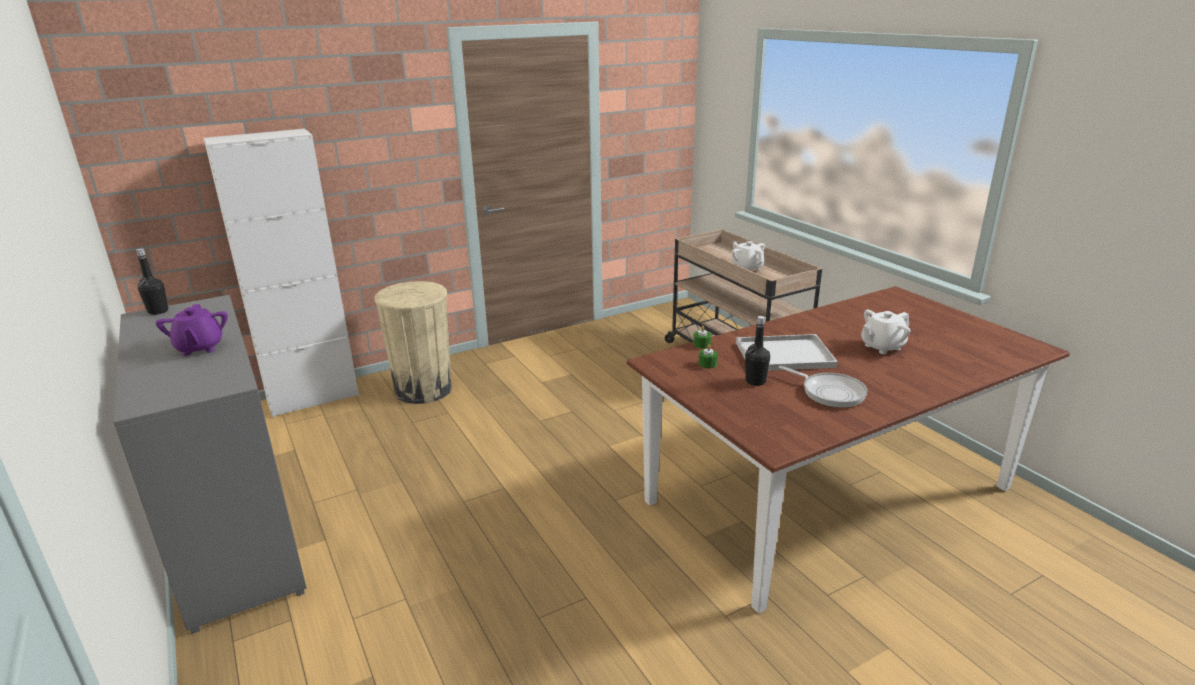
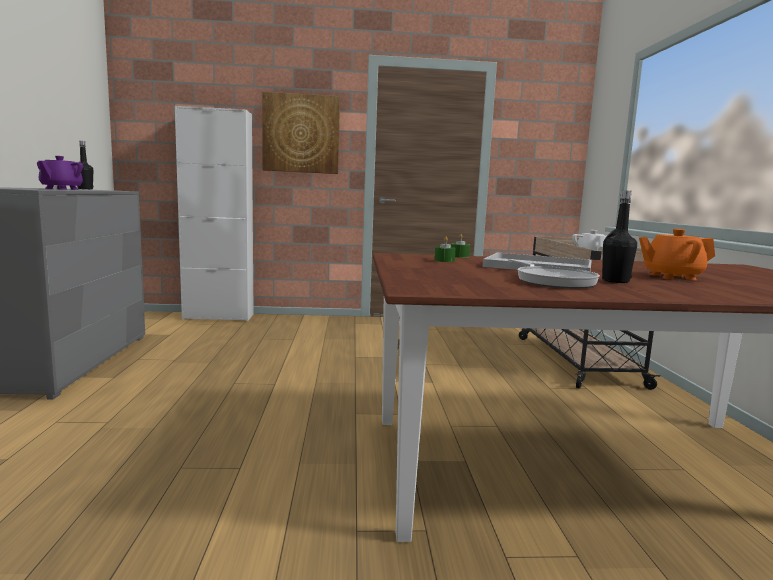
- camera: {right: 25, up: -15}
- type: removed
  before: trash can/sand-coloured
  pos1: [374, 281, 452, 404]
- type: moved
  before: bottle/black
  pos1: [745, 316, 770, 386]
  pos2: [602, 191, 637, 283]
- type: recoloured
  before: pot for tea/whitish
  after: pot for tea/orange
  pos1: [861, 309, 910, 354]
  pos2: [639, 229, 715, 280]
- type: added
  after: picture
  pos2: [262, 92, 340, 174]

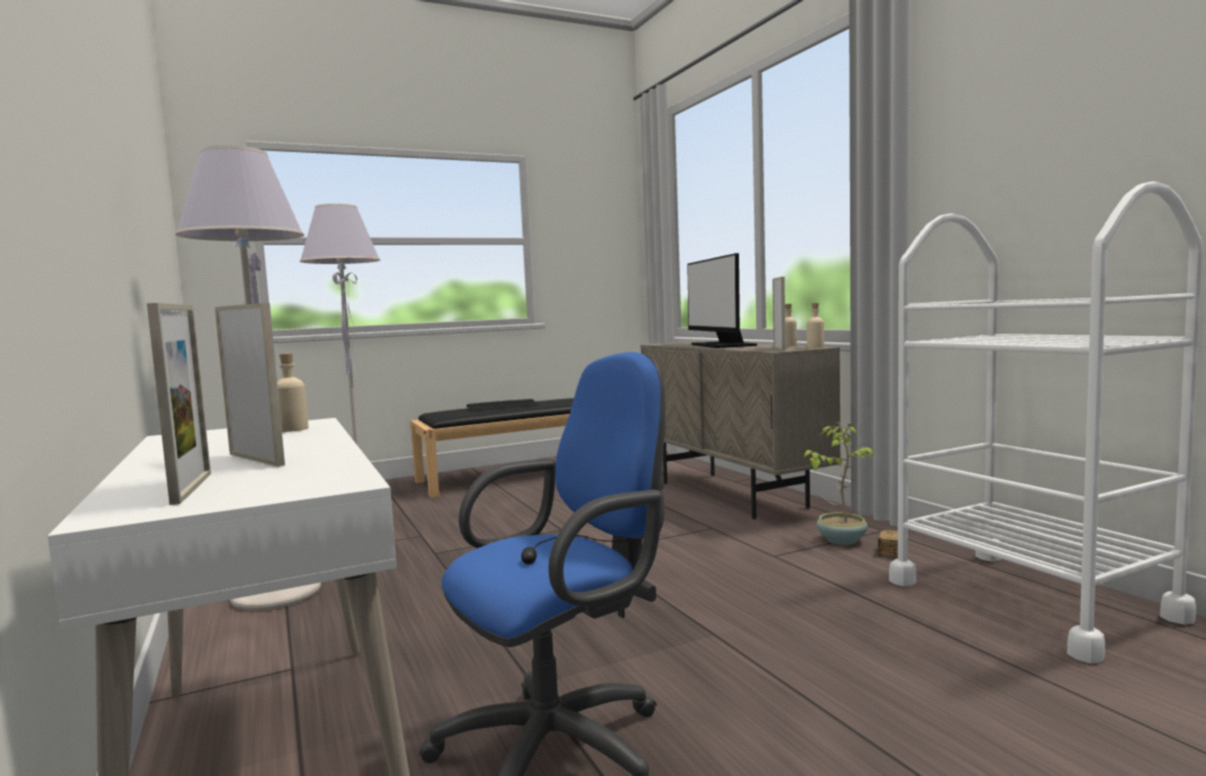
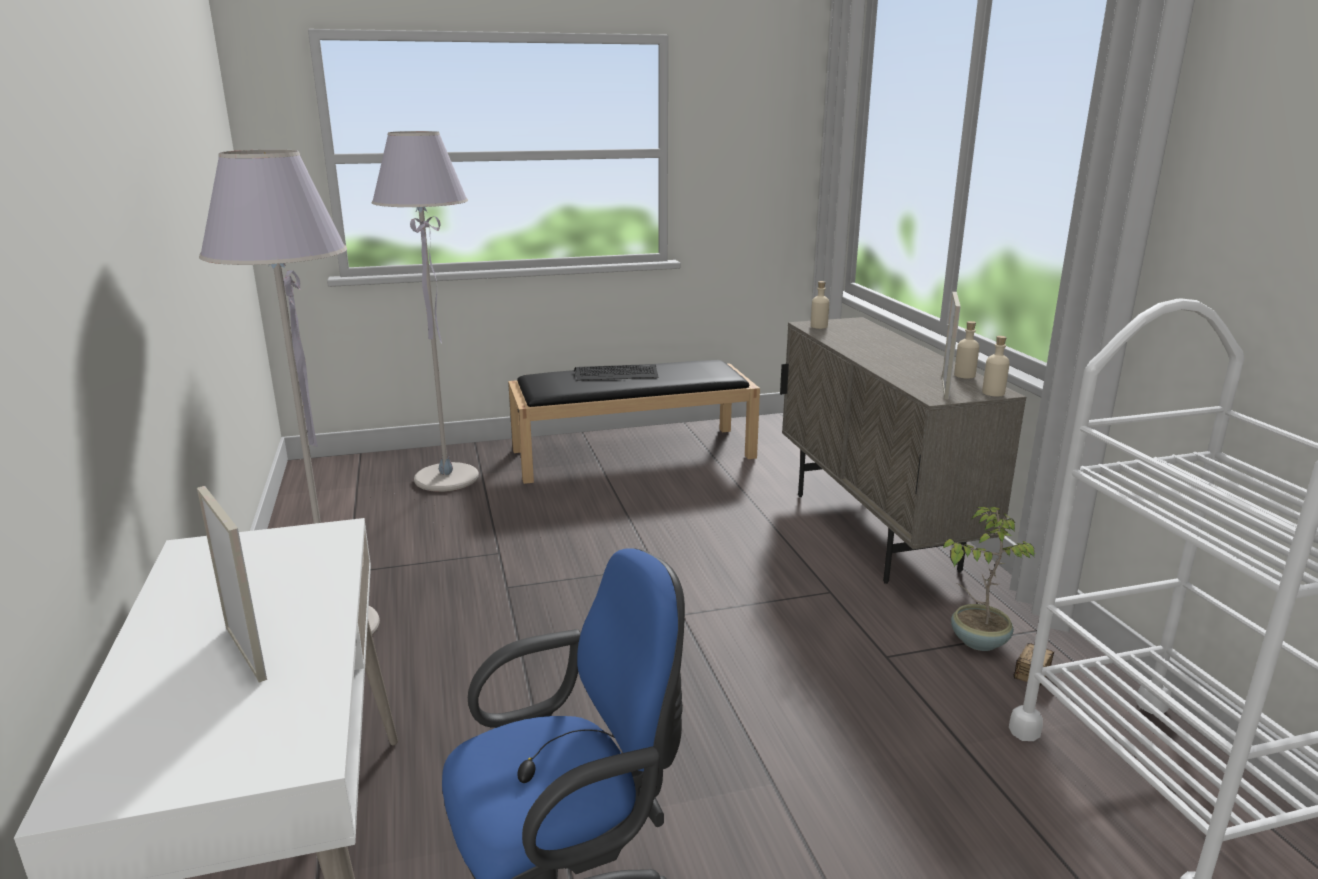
- camera: {right: 10, up: 15}
- type: removed
  before: picture frame
  pos1: [147, 303, 211, 505]
- type: moved
  before: bottle/sand-coloured
  pos1: [277, 353, 309, 432]
  pos2: [811, 281, 829, 329]
- type: removed
  before: computer screen
  pos1: [687, 253, 757, 348]

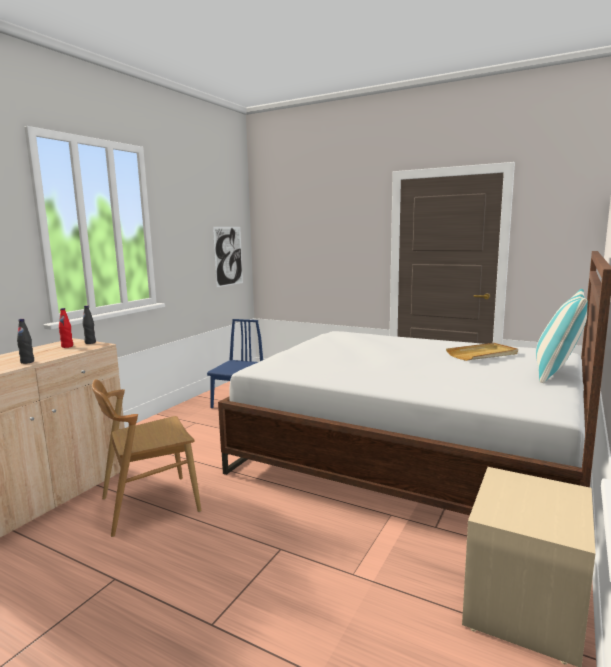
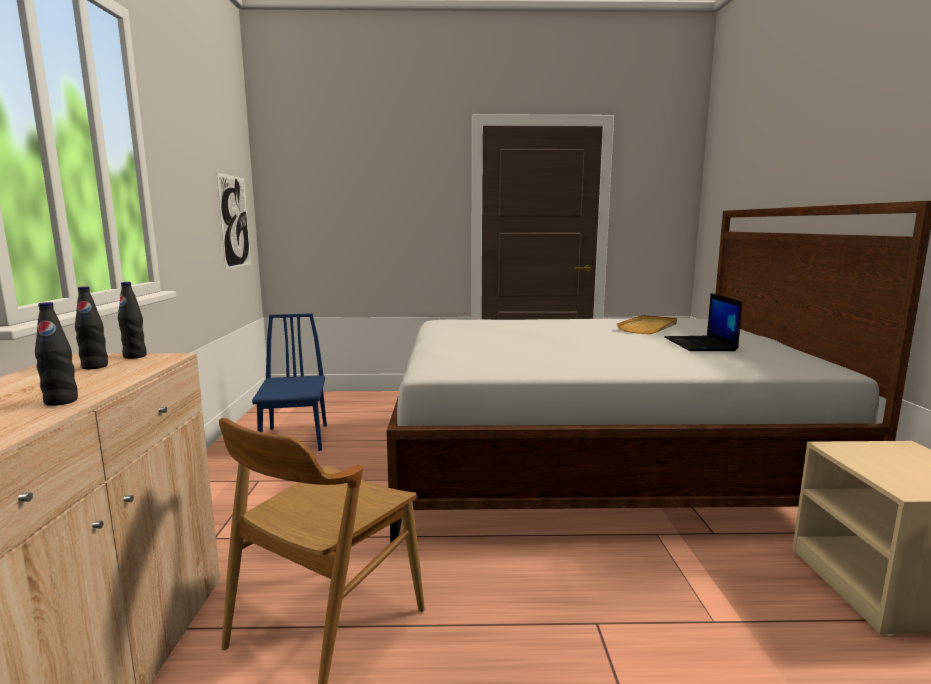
- camera: {right: -30, up: 0}
- type: recoloured
  before: bottle/reddish
  after: bottle/black
  pos1: [59, 308, 73, 348]
  pos2: [75, 286, 108, 369]
- type: removed
  before: cushion
  pos1: [536, 289, 588, 383]
- type: added
  after: notebook computer
  pos2: [664, 293, 742, 351]

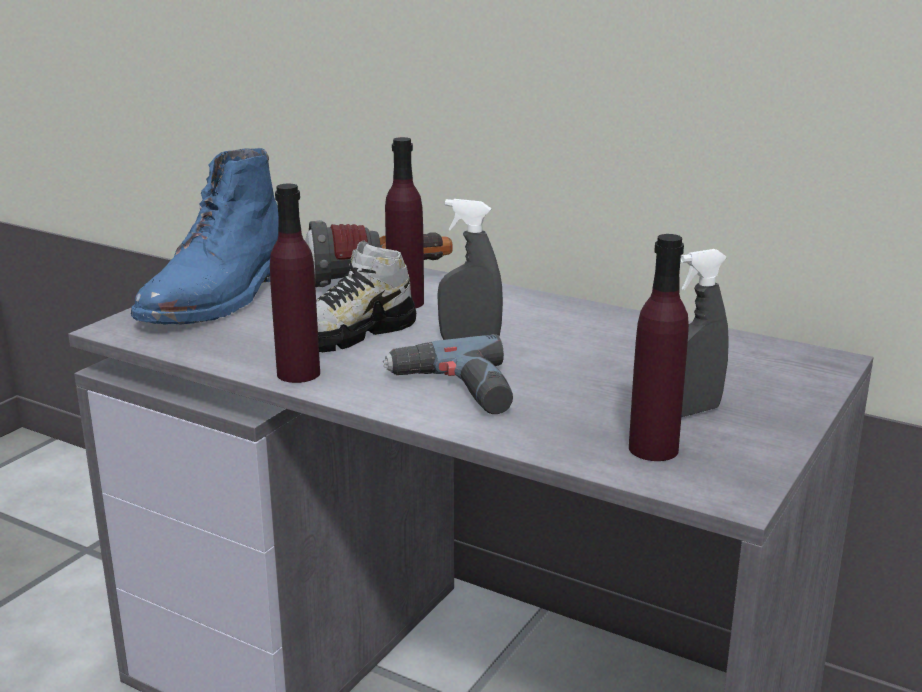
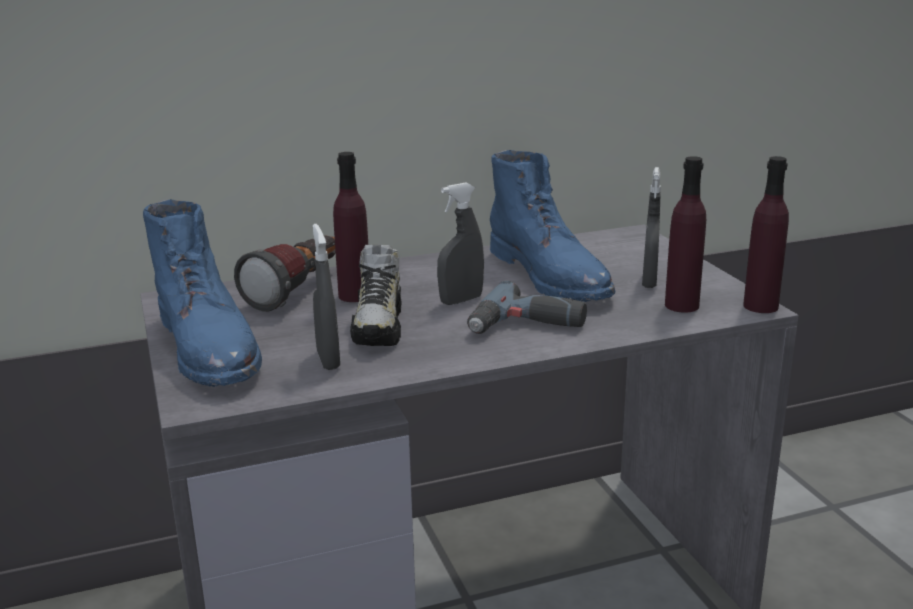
- camera: {right: -50, up: 0}
- type: moved
  before: bottle/purple
  pos1: [270, 184, 320, 383]
  pos2: [743, 156, 789, 313]
- type: added
  after: hand sprayer/gray
  pos2: [312, 224, 340, 370]
- type: added
  after: boot/blue
  pos2: [490, 150, 615, 302]

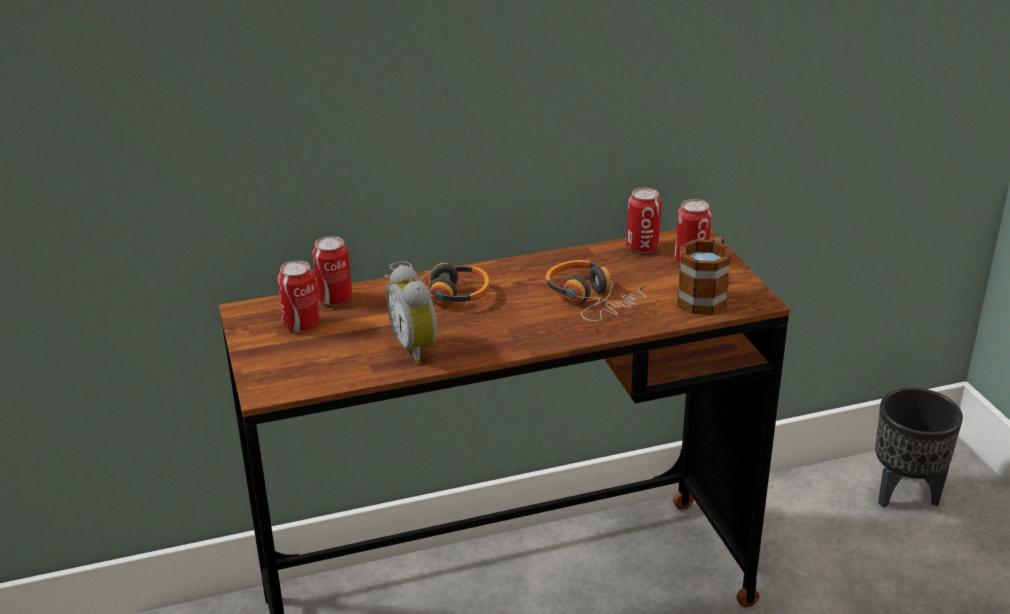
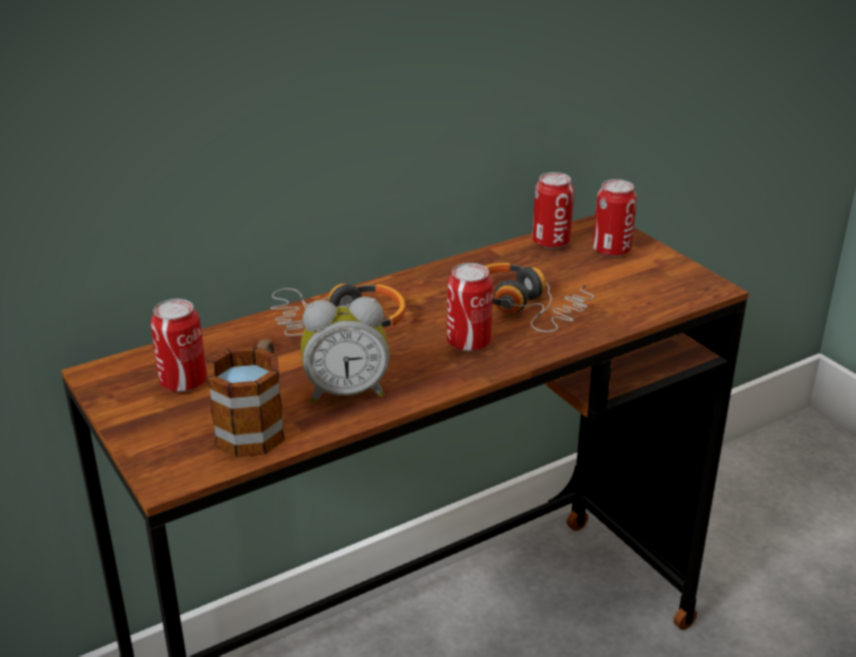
- camera: {right: -15, up: 0}
- type: moved
  before: metal can
  pos1: [312, 236, 352, 306]
  pos2: [447, 263, 493, 352]
- type: turned
  before: table clock
  pos1: [387, 264, 437, 364]
  pos2: [301, 297, 390, 403]
  turn: -60
- type: moved
  before: tea mug
  pos1: [677, 237, 731, 315]
  pos2: [207, 339, 285, 457]
- type: removed
  before: plant pot/black
  pos1: [875, 388, 963, 508]

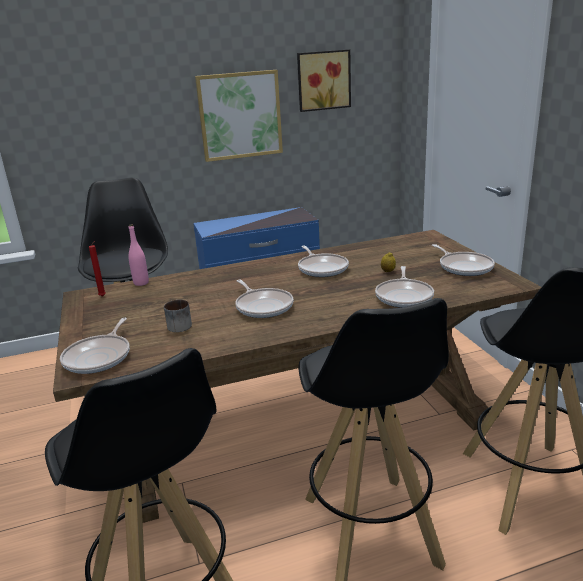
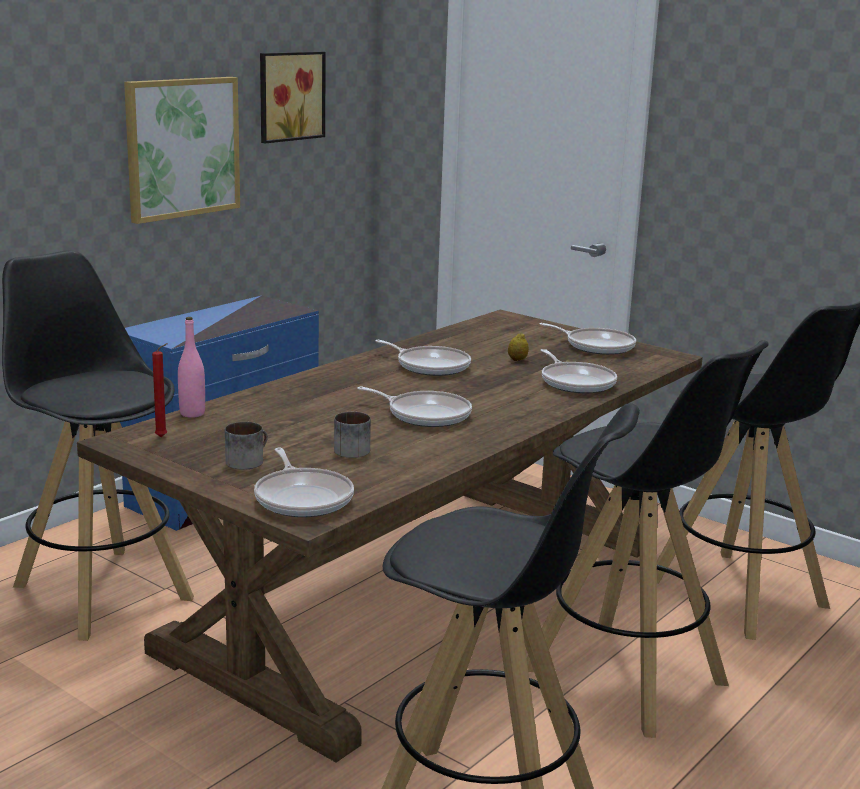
- camera: {right: -35, up: -5}
- type: added
  after: tea mug
  pos2: [225, 422, 268, 470]

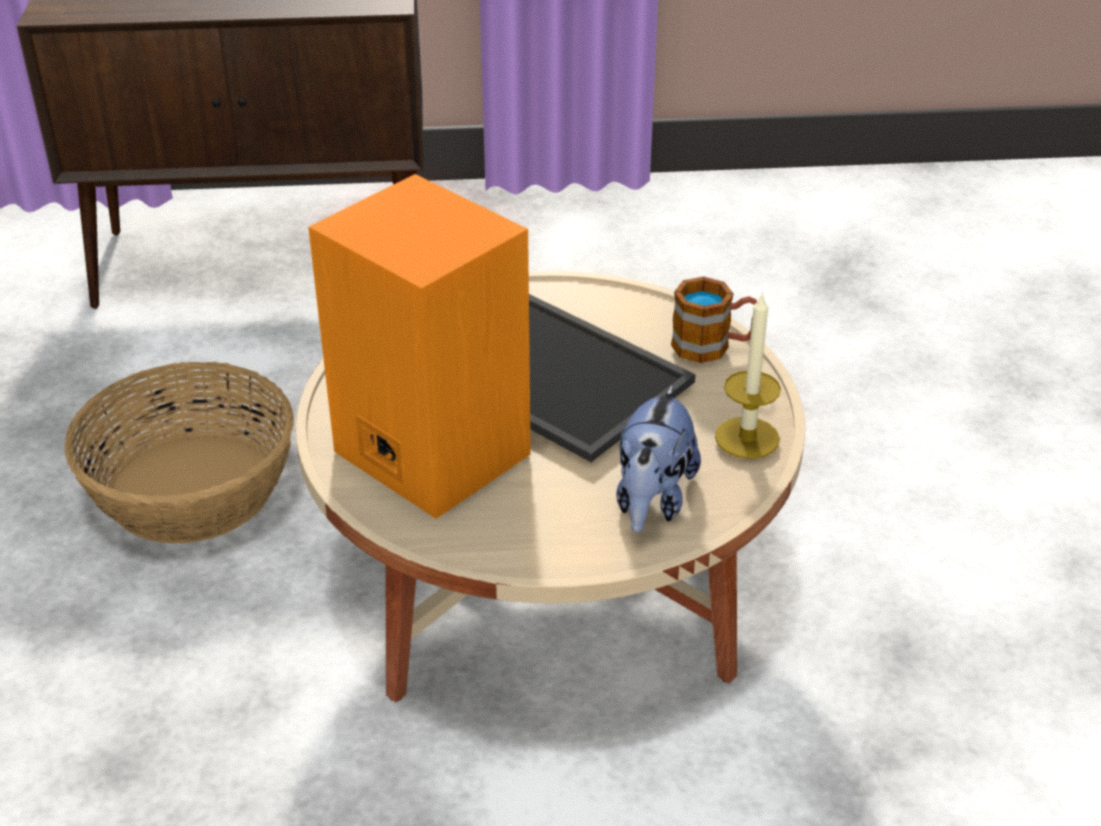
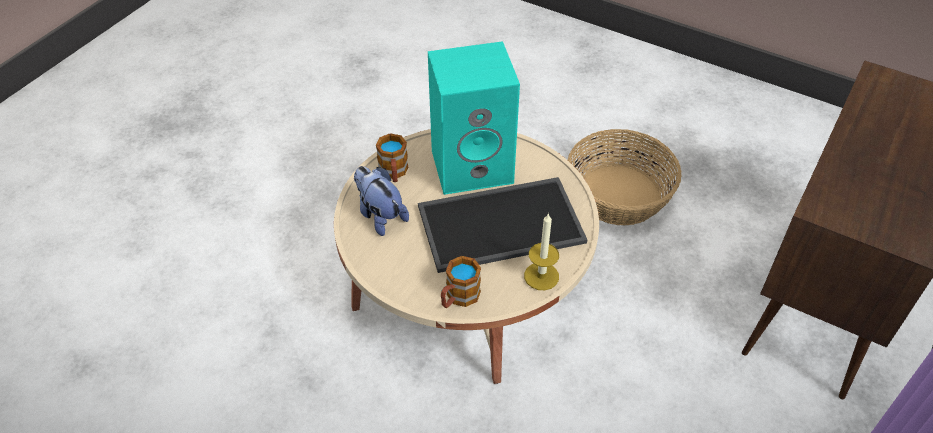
- camera: {right: 125, up: 10}
- type: recoloured
  before: speaker/orange
  after: speaker/turquoise-coloured
  pos1: [308, 174, 531, 519]
  pos2: [428, 41, 520, 195]
- type: moved
  before: candle
  pos1: [715, 292, 781, 459]
  pos2: [524, 213, 559, 290]
- type: added
  after: tea mug
  pos2: [376, 133, 408, 182]

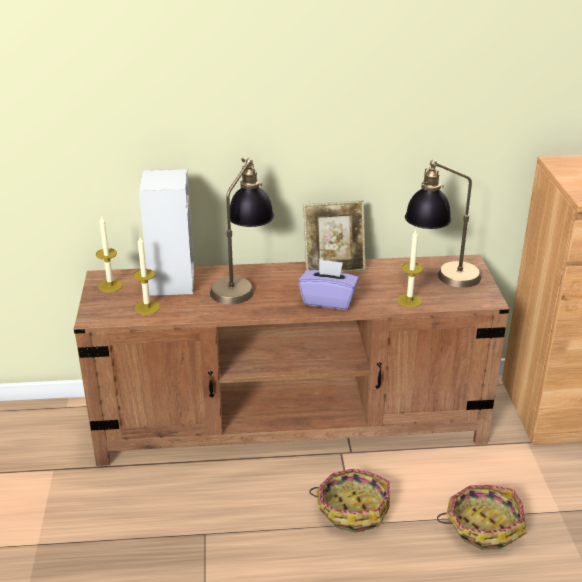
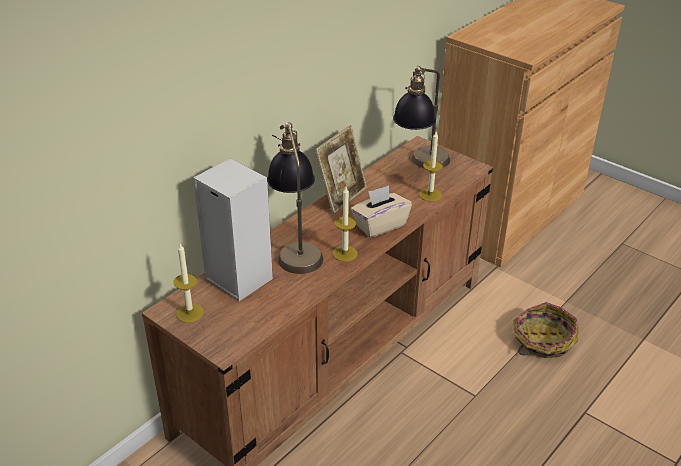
- camera: {right: -45, up: 5}
- type: moved
  before: candle
  pos1: [133, 237, 160, 315]
  pos2: [333, 187, 358, 262]
- type: recoloured
  before: box of tissues/purple
  after: box of tissues/sand-coloured
  pos1: [298, 259, 359, 310]
  pos2: [351, 185, 412, 238]
- type: removed
  before: storage basket
  pos1: [309, 468, 390, 533]

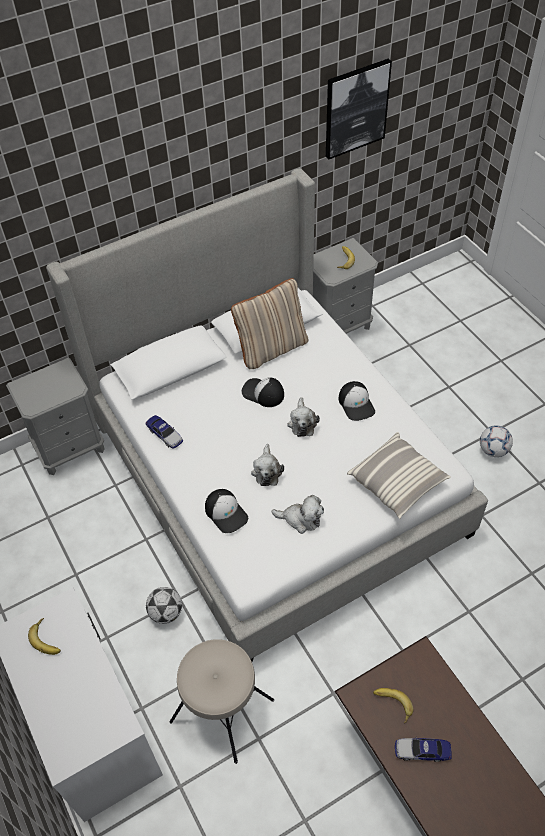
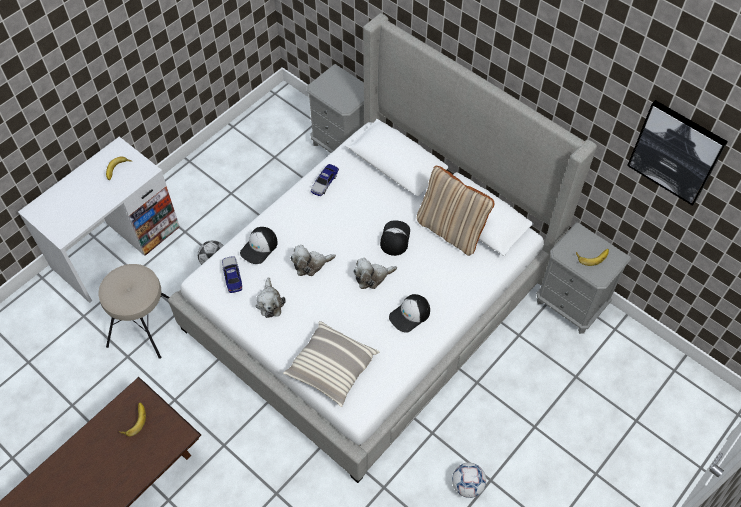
- camera: {right: 70, up: 5}
- type: moved
  before: miniature car
  pos1: [395, 736, 452, 762]
  pos2: [222, 256, 242, 293]

